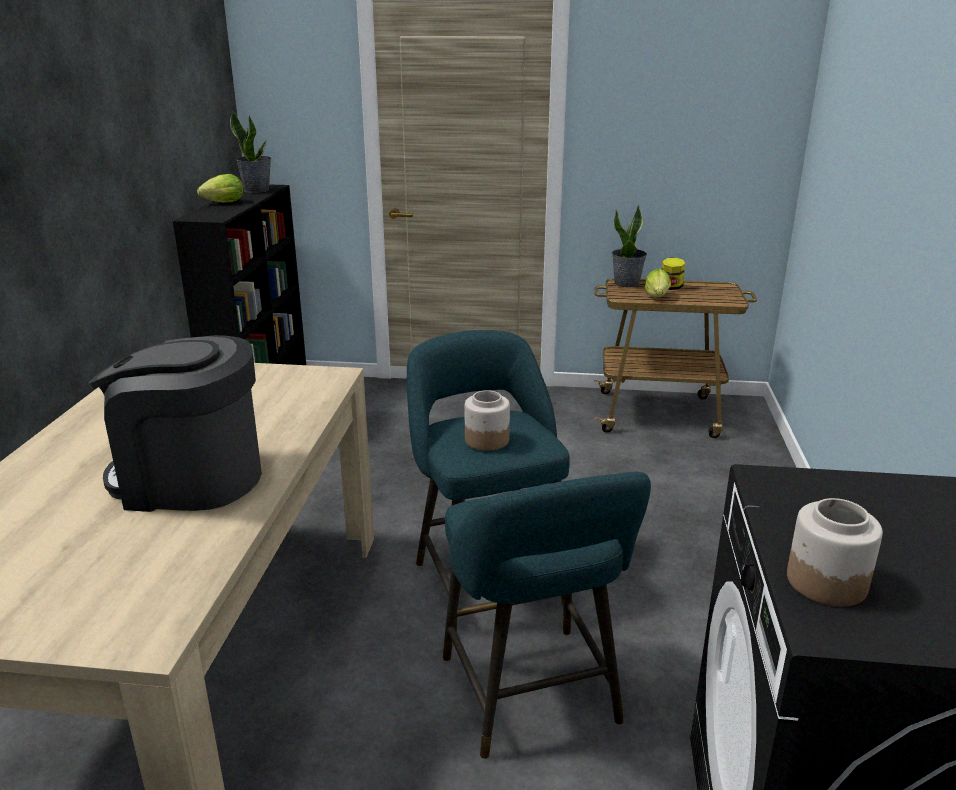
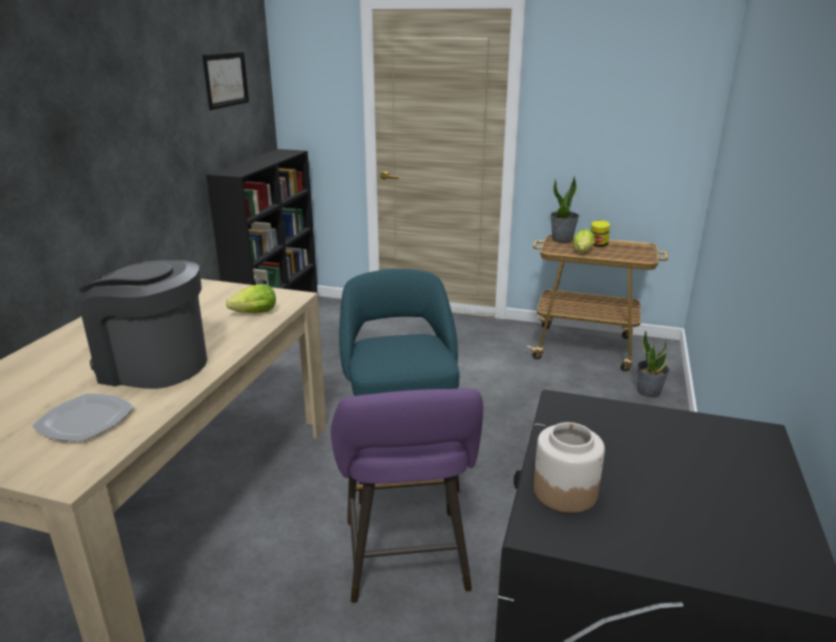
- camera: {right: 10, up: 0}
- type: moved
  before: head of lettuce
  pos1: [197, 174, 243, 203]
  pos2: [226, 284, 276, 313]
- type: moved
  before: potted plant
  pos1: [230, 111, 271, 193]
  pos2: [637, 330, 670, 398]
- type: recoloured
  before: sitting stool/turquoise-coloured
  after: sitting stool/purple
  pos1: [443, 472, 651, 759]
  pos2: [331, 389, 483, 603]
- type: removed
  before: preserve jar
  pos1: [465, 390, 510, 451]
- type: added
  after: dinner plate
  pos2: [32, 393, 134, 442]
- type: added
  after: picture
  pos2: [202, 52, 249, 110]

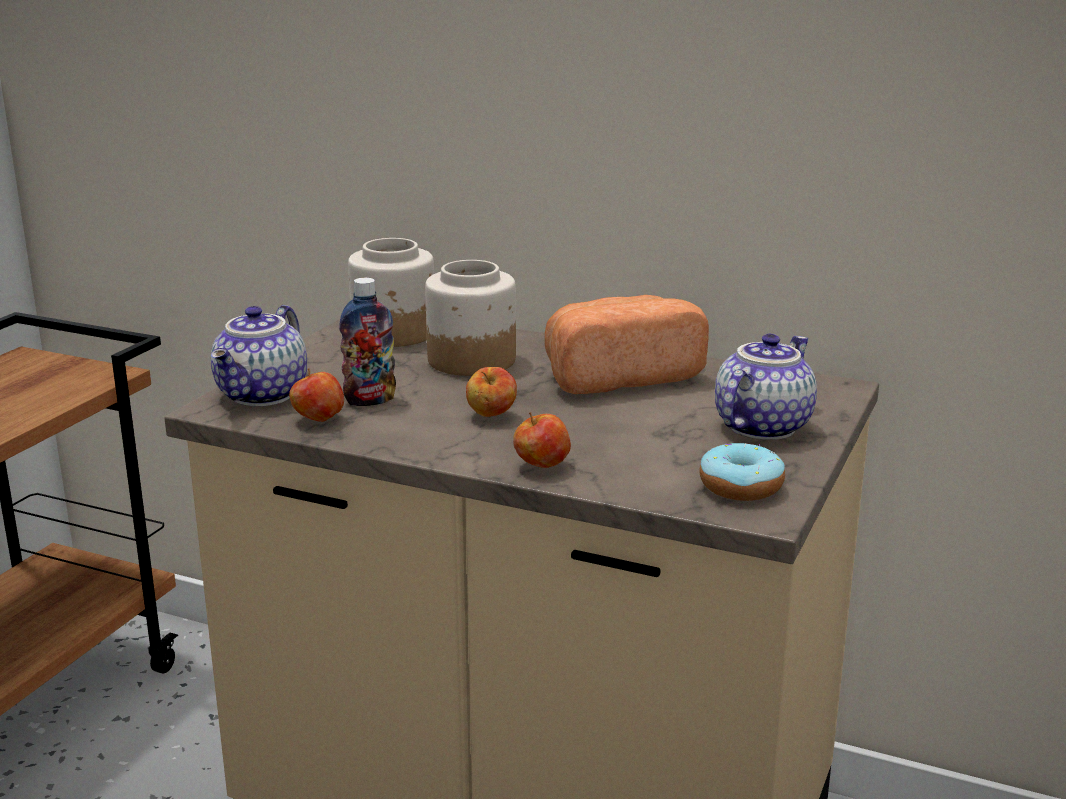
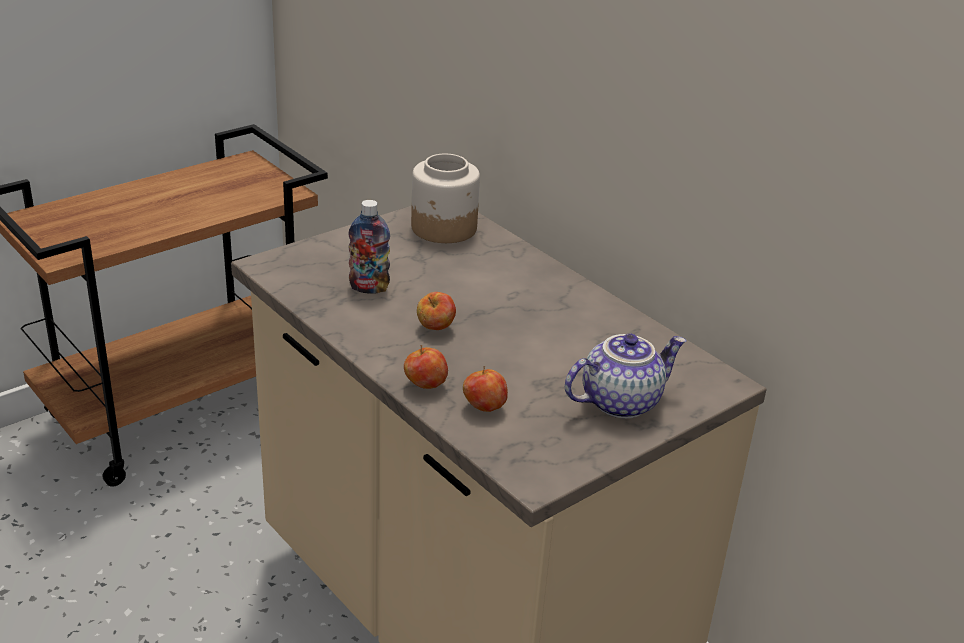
- camera: {right: 25, up: 10}
- type: removed
  before: pot for tea
  pos1: [211, 305, 307, 406]
- type: moved
  before: apple
  pos1: [289, 368, 344, 422]
  pos2: [463, 366, 508, 412]
- type: removed
  before: preserve jar
  pos1: [425, 260, 516, 376]
- type: removed
  before: bread
  pos1: [545, 295, 709, 394]
- type: removed
  before: ring doughnut
  pos1: [699, 443, 785, 501]

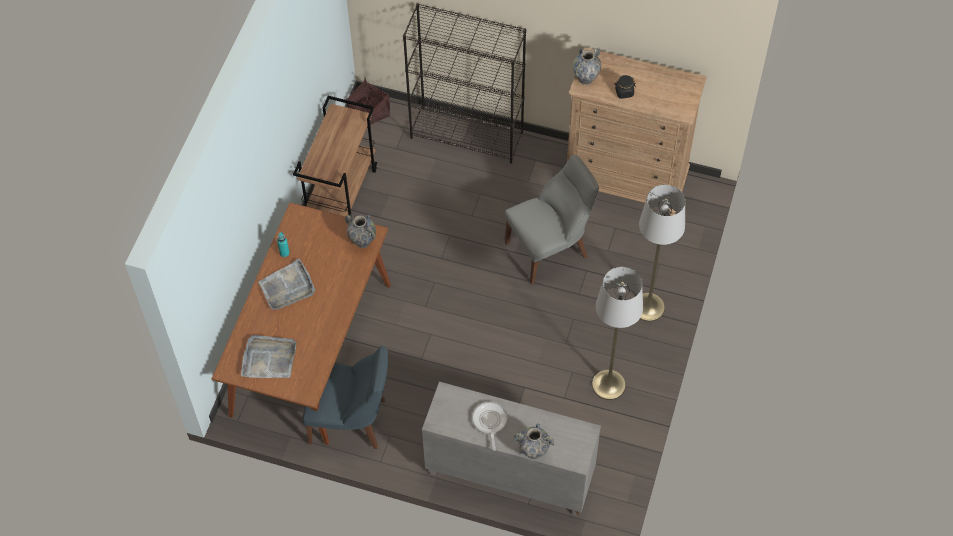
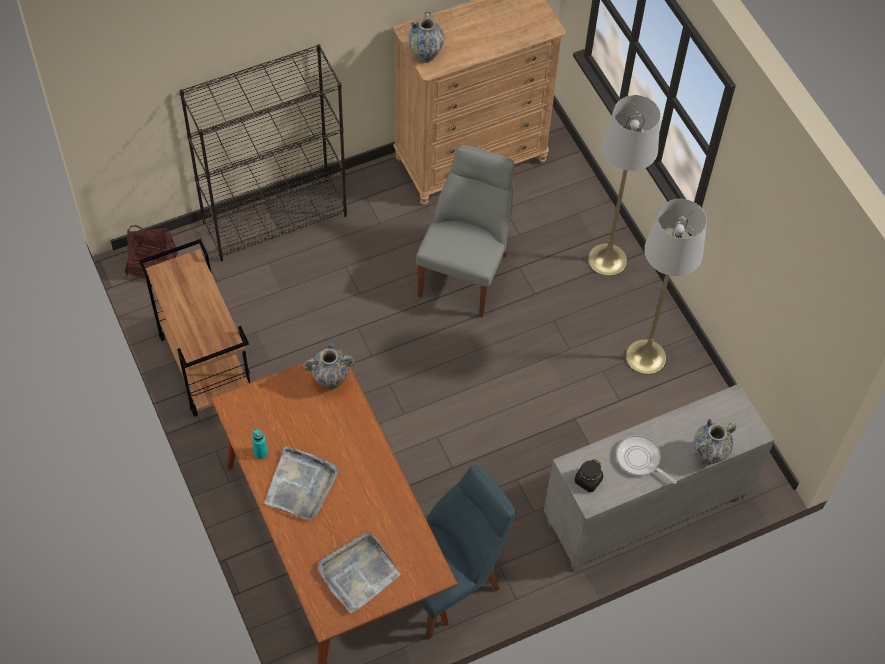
- camera: {right: -45, up: 0}
- type: moved
  before: preserve jar/black
  pos1: [614, 75, 636, 99]
  pos2: [575, 459, 603, 492]

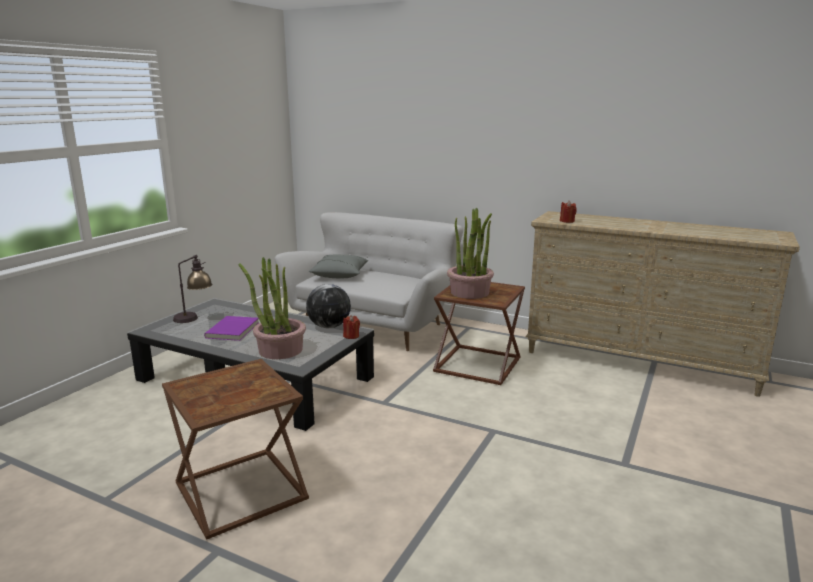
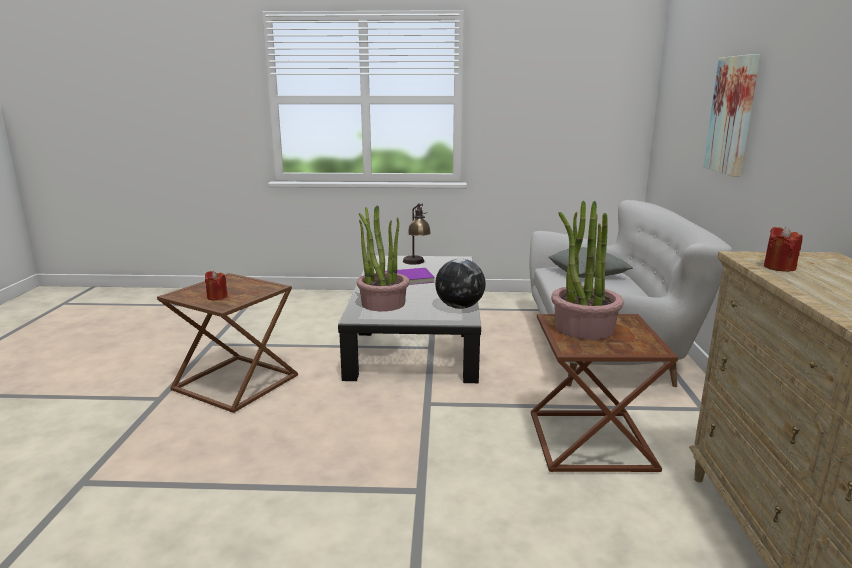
- camera: {right: 65, up: 0}
- type: moved
  before: candle/reddish
  pos1: [343, 315, 360, 339]
  pos2: [205, 271, 228, 301]
- type: added
  after: picture
  pos2: [703, 54, 760, 177]

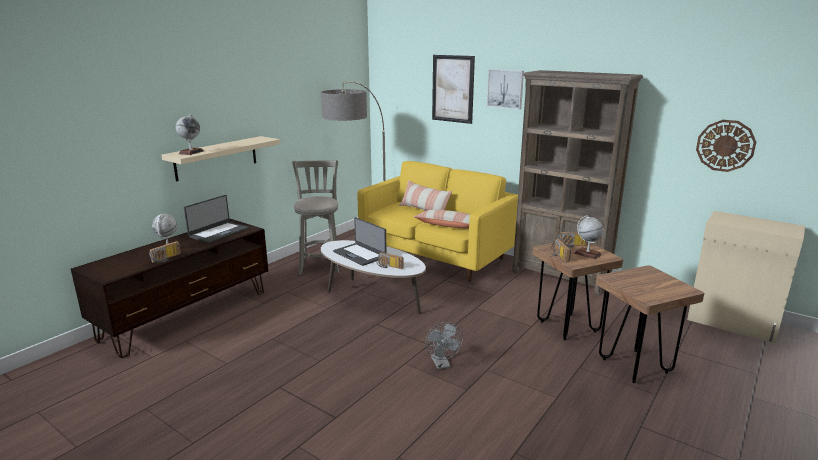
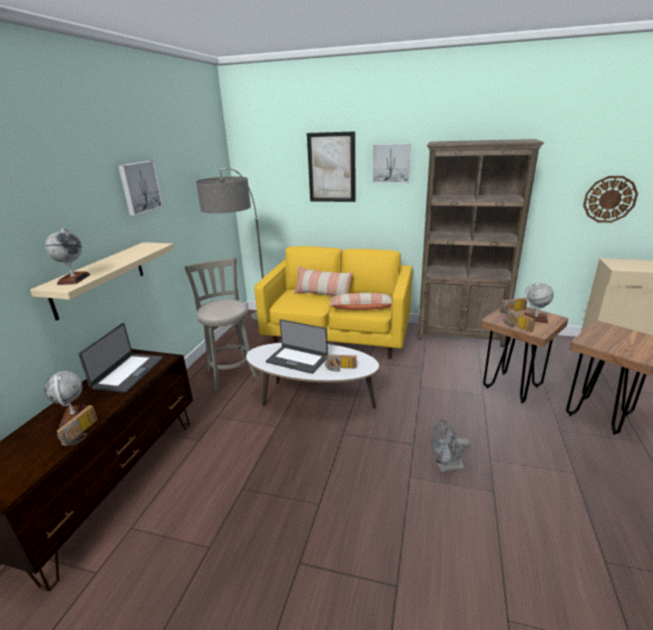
- camera: {right: -20, up: 5}
- type: turned
  before: fan/gray
  pos1: [425, 322, 463, 370]
  pos2: [431, 420, 471, 473]
  turn: 120
- type: added
  after: picture
  pos2: [118, 161, 163, 216]

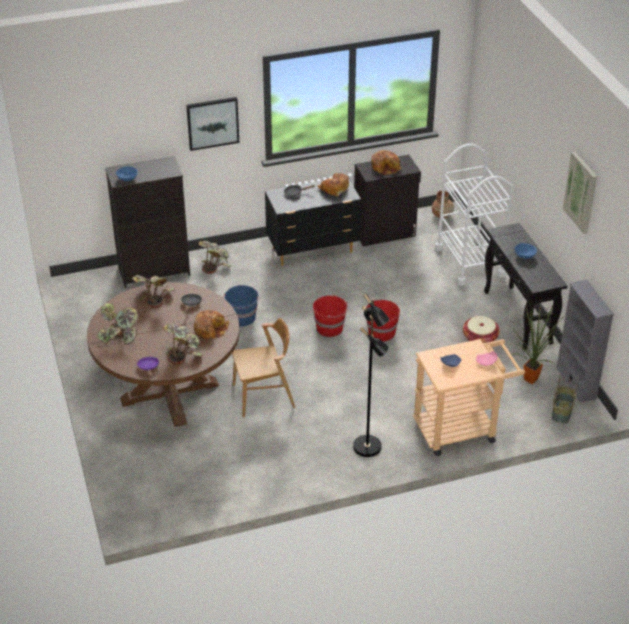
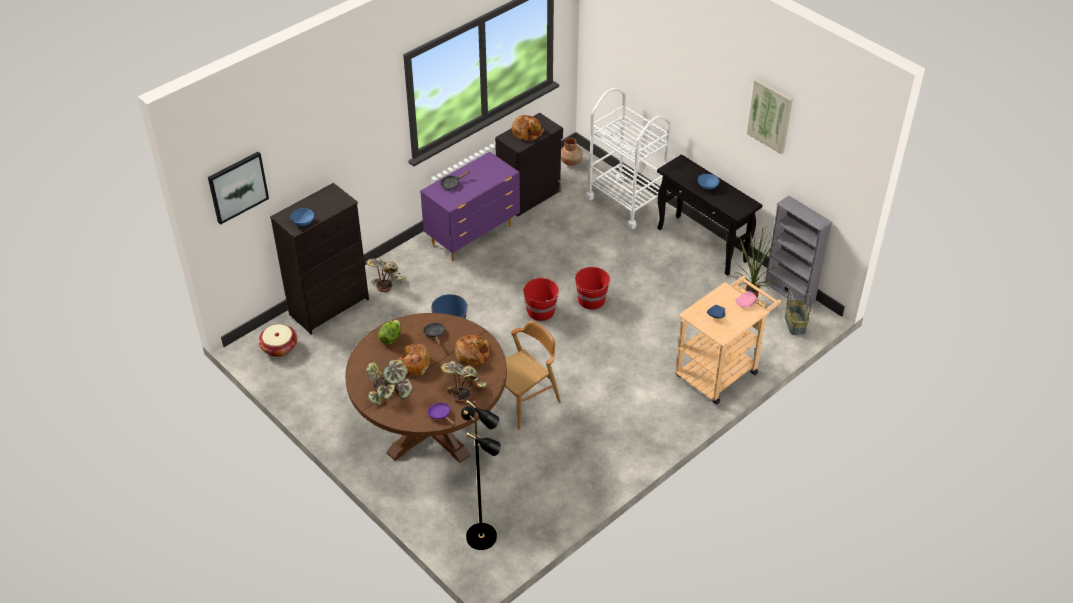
- camera: {right: -25, up: 5}
- type: replaced
  before: potted plant
  after: head of lettuce
  pos1: [132, 275, 175, 308]
  pos2: [378, 320, 401, 345]
- type: moved
  before: picture
  pos1: [186, 97, 239, 151]
  pos2: [208, 152, 269, 225]
- type: recoloured
  before: drawer chest/black
  after: drawer chest/purple
  pos1: [265, 178, 361, 266]
  pos2: [420, 152, 520, 261]
- type: moved
  before: bread
  pos1: [317, 173, 349, 196]
  pos2: [398, 344, 429, 376]
- type: moved
  before: standing lamp/black
  pos1: [353, 294, 389, 457]
  pos2: [461, 400, 501, 550]
- type: moved
  before: storage basket
  pos1: [463, 316, 500, 343]
  pos2: [258, 324, 297, 357]

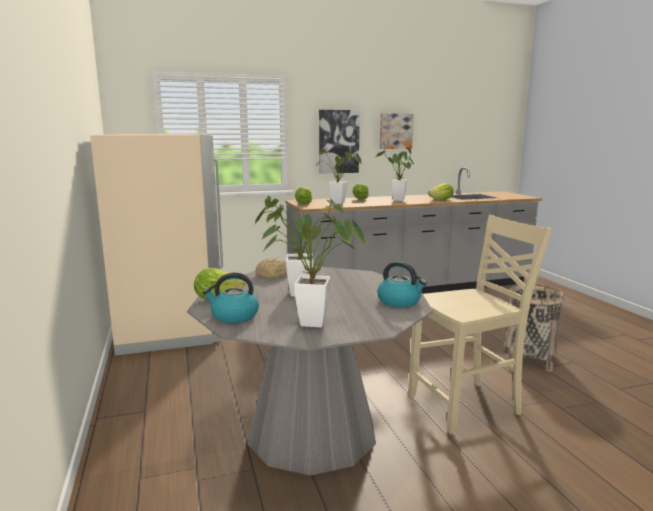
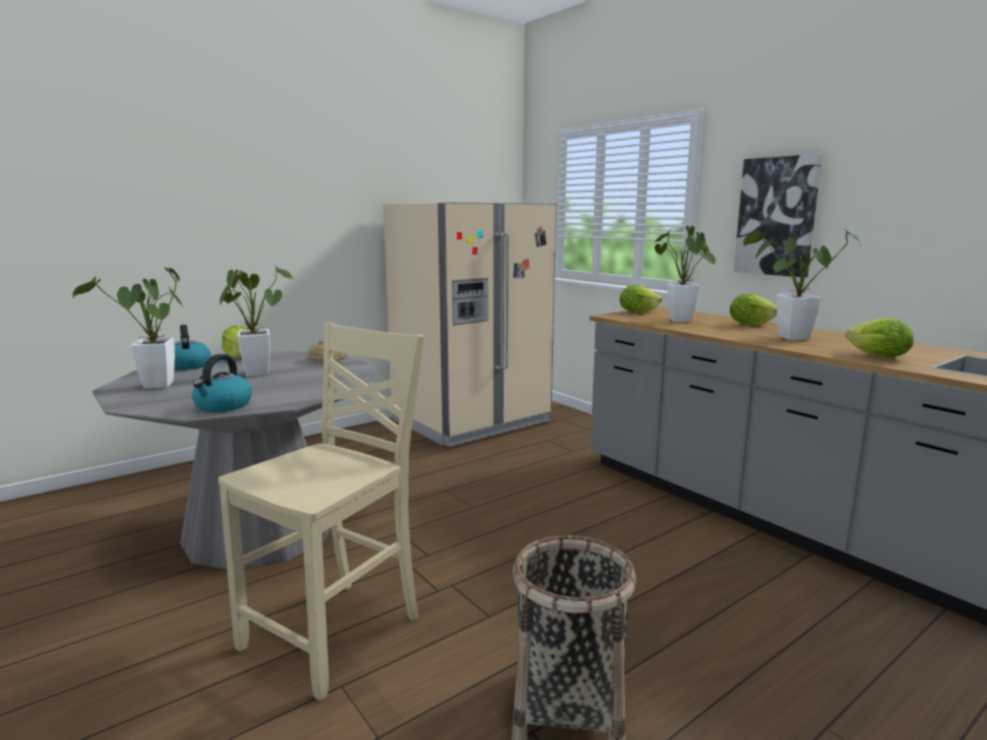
- camera: {right: 70, up: 0}
- type: removed
  before: picture
  pos1: [380, 113, 414, 149]
- type: turned
  before: upright chair/sand-coloured
  pos1: [408, 214, 552, 434]
  pos2: [218, 322, 424, 701]
  turn: -105

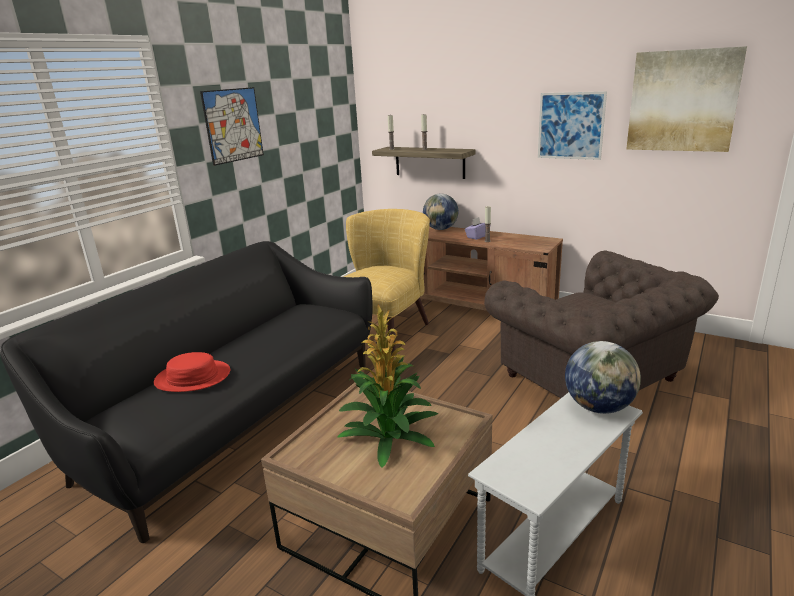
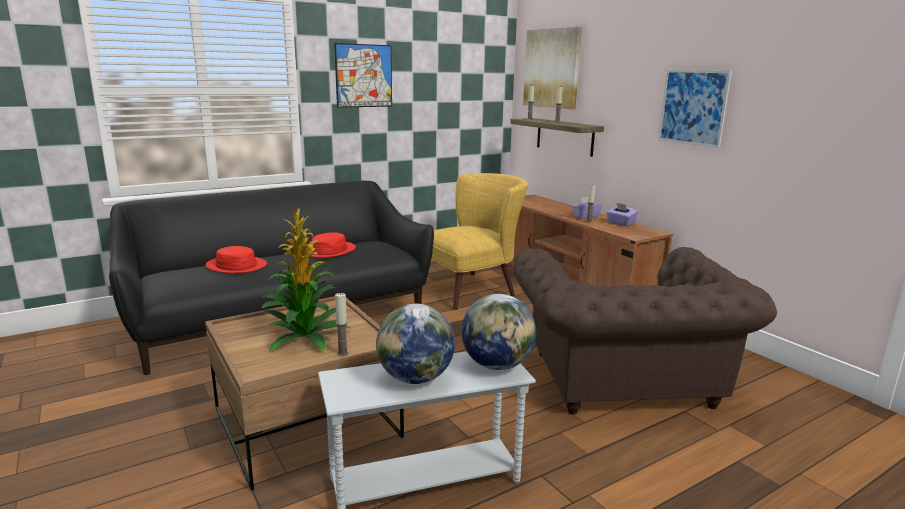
- camera: {right: 25, up: -5}
- type: moved
  before: desk globe
  pos1: [423, 194, 458, 230]
  pos2: [376, 304, 455, 384]
- type: moved
  before: picture
  pos1: [626, 46, 747, 152]
  pos2: [523, 27, 582, 110]
- type: added
  after: wearable hat/reddish
  pos2: [309, 232, 356, 258]
- type: added
  after: candle
  pos2: [335, 293, 348, 356]
- type: added
  after: box of tissues/purple
  pos2: [606, 202, 638, 226]

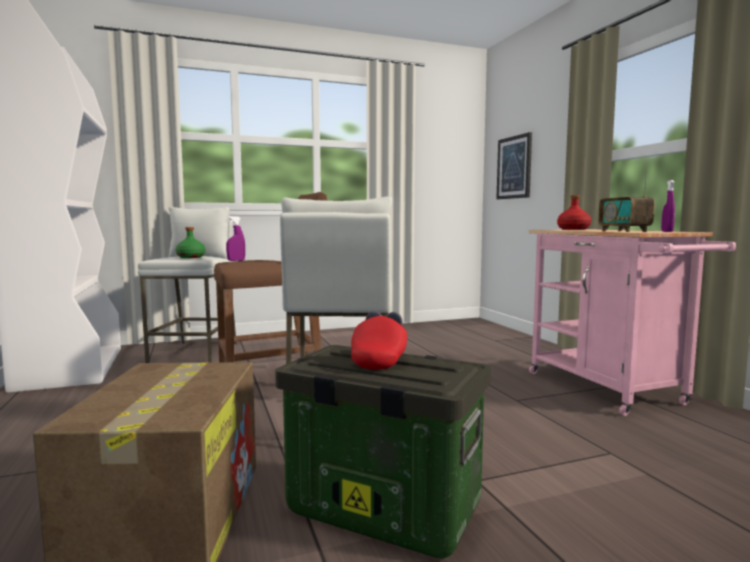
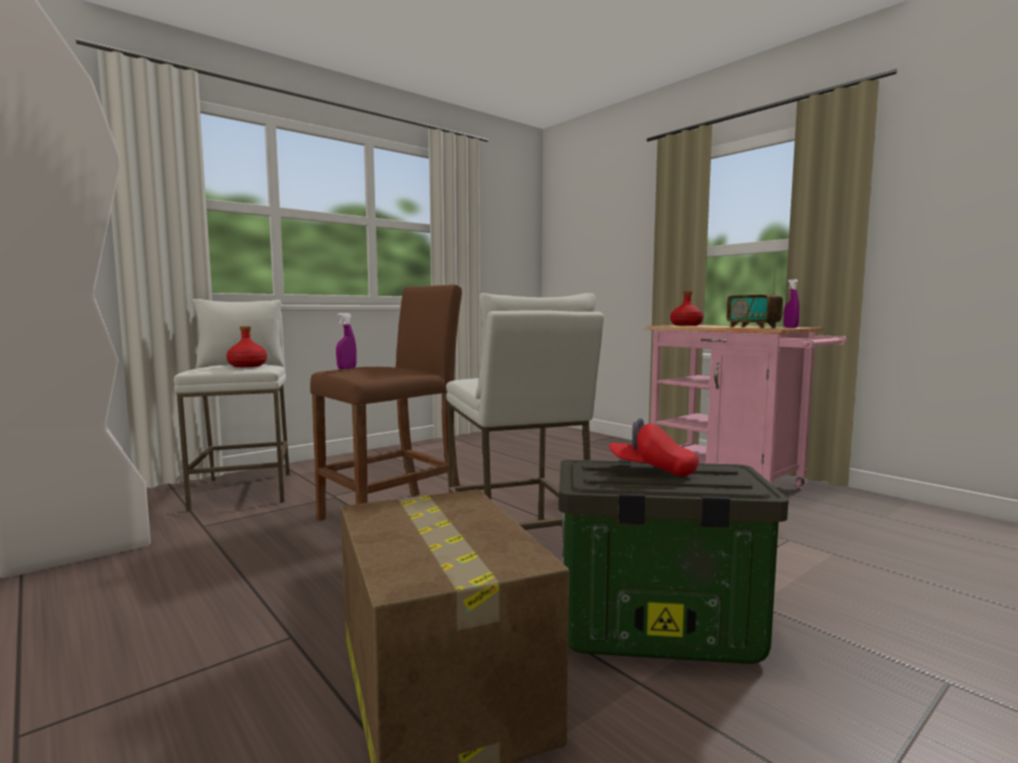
- camera: {right: -20, up: 0}
- type: recoloured
  before: bottle/greenish
  after: bottle/reddish
  pos1: [175, 227, 205, 258]
  pos2: [226, 326, 267, 367]
- type: turned
  before: cap/reddish
  pos1: [351, 311, 407, 370]
  pos2: [609, 418, 699, 477]
  turn: -60
- type: removed
  before: picture
  pos1: [496, 132, 532, 199]

